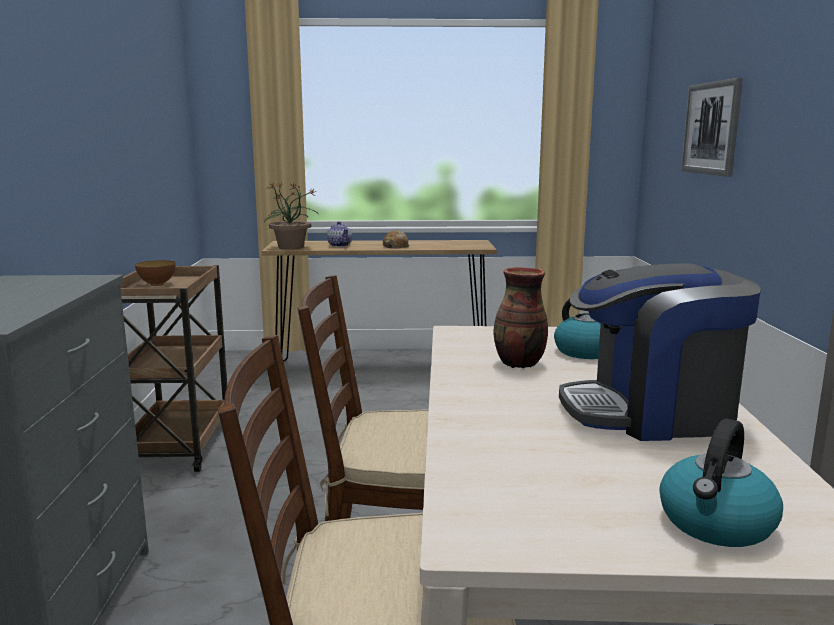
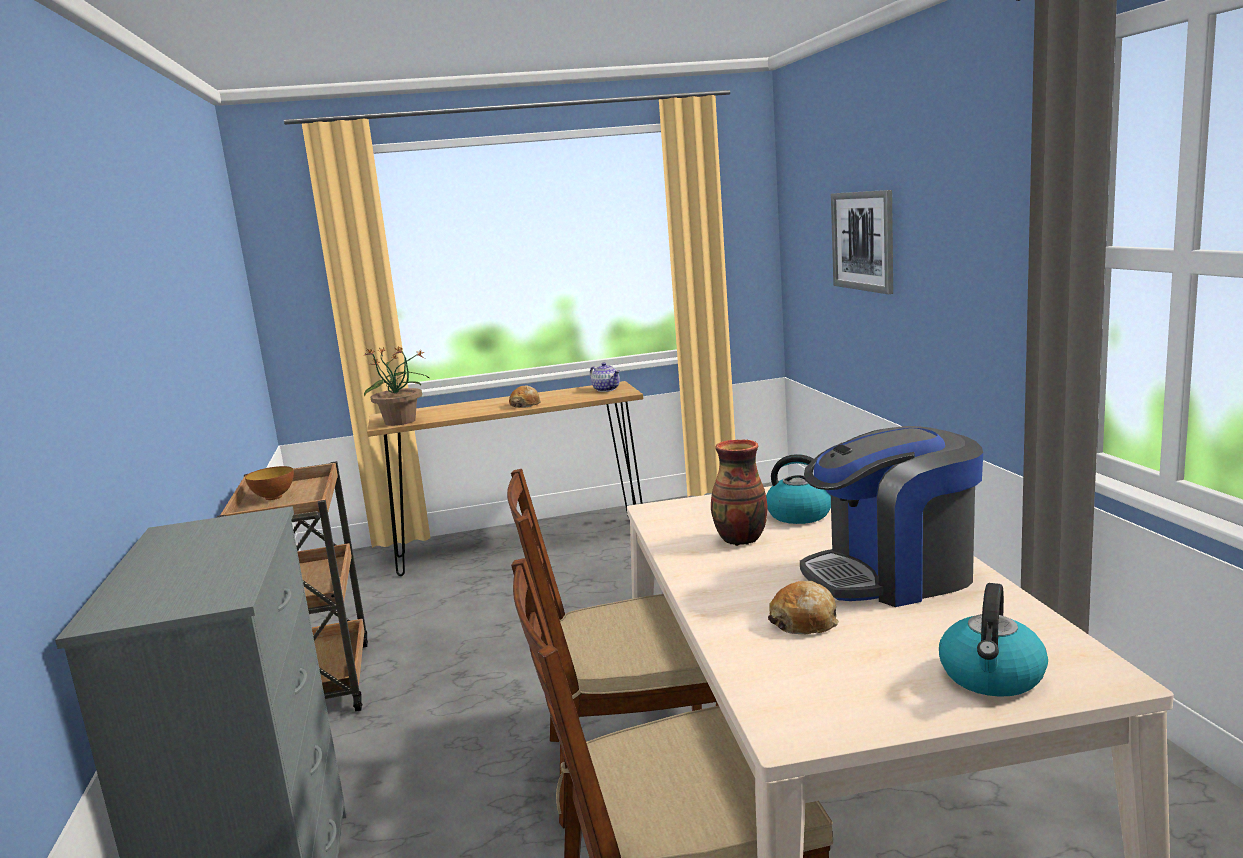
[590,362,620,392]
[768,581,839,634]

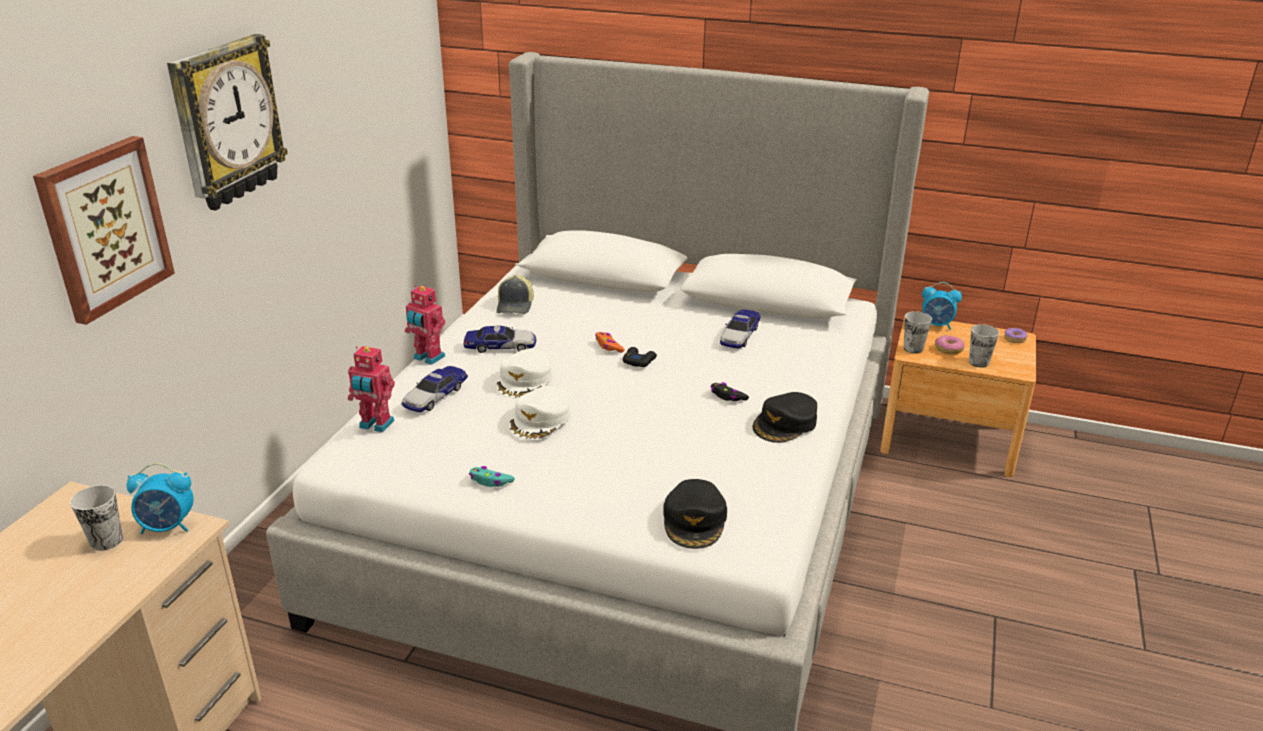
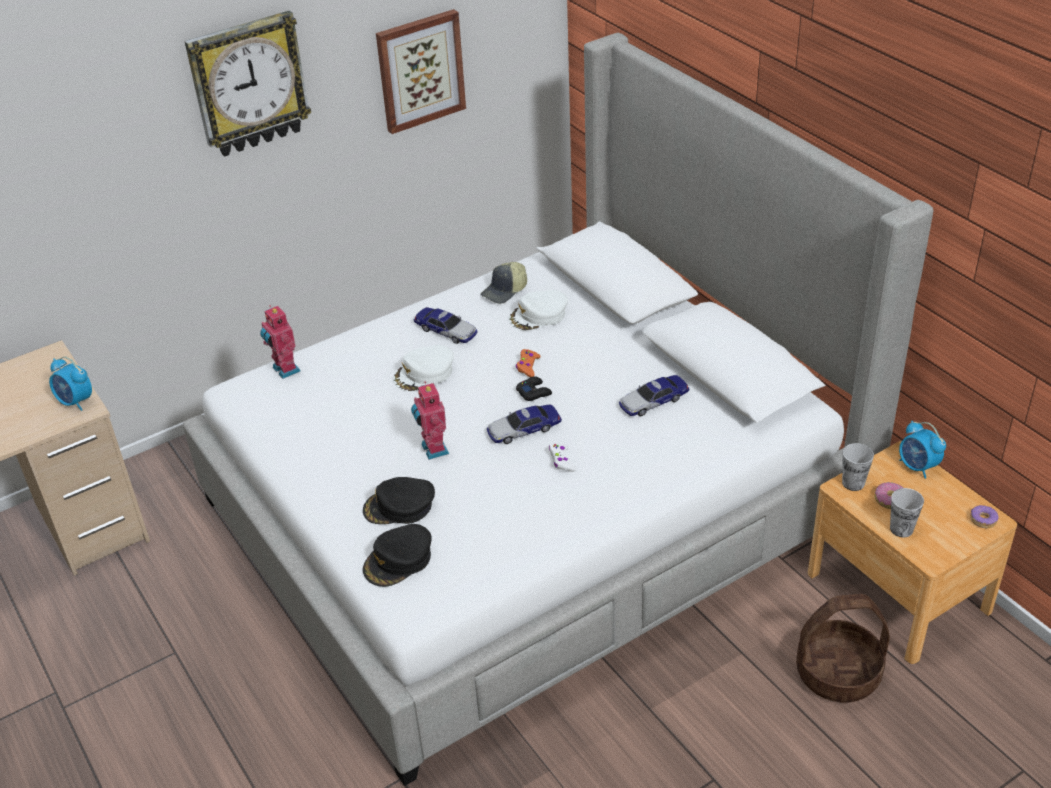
[376,9,466,134]
[411,382,449,460]
[487,404,562,444]
[549,443,577,472]
[508,290,568,331]
[363,477,435,524]
[469,466,515,487] (first image)
[70,485,123,551] (first image)
[796,594,890,703]

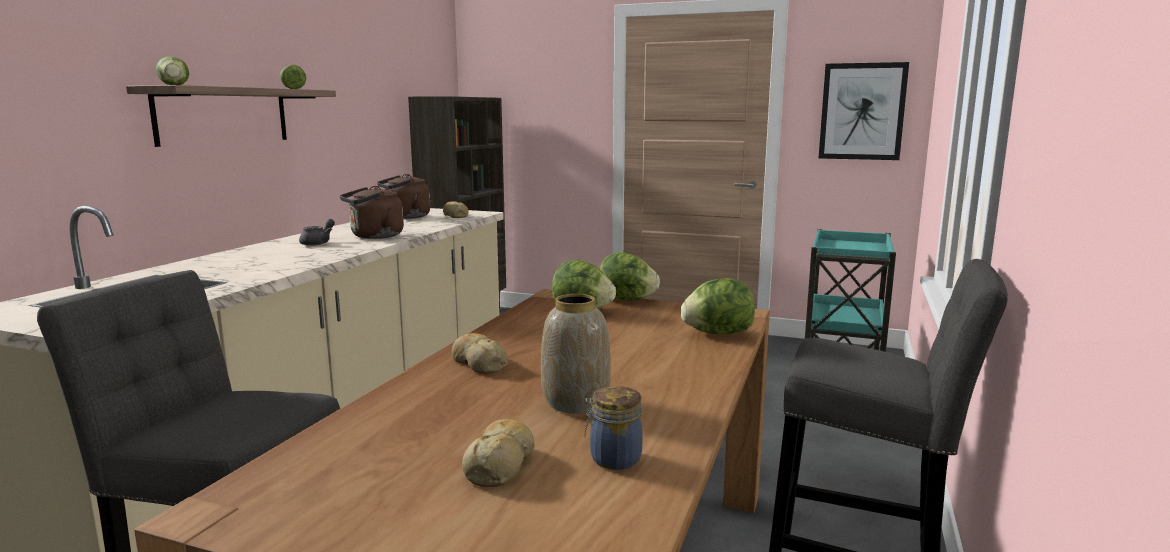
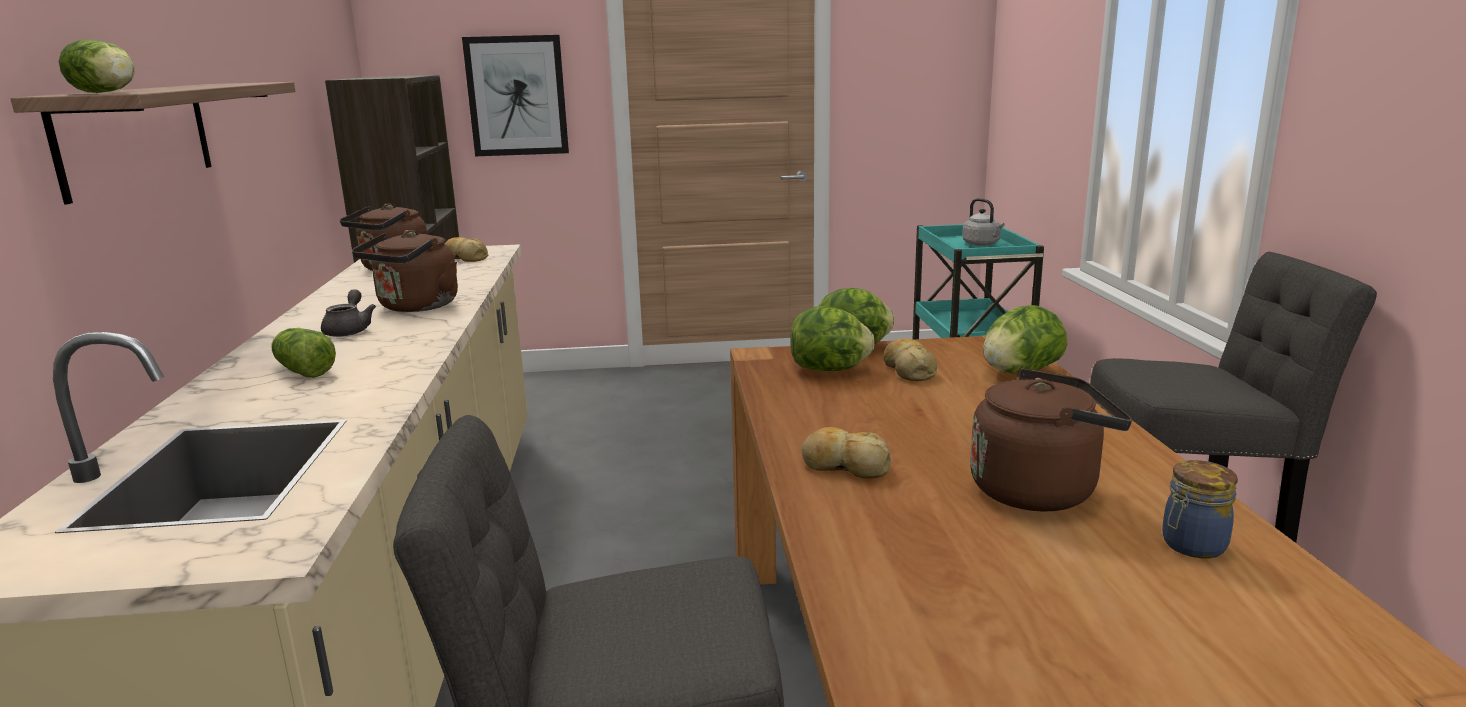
[462,35,569,156]
[271,328,336,378]
[970,368,1132,511]
[883,339,937,381]
[962,198,1005,246]

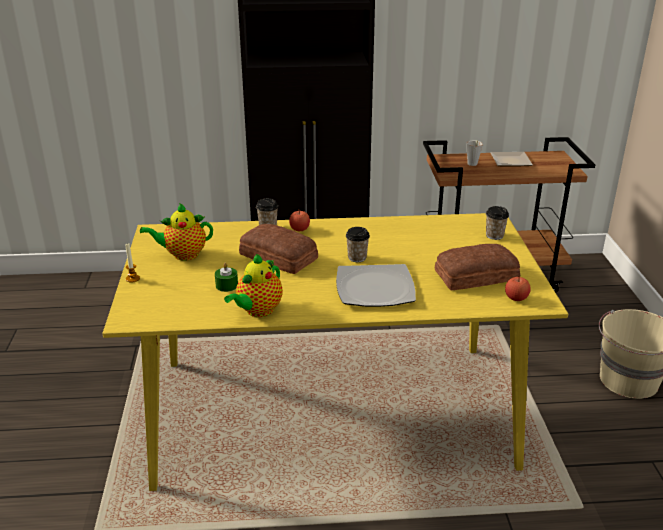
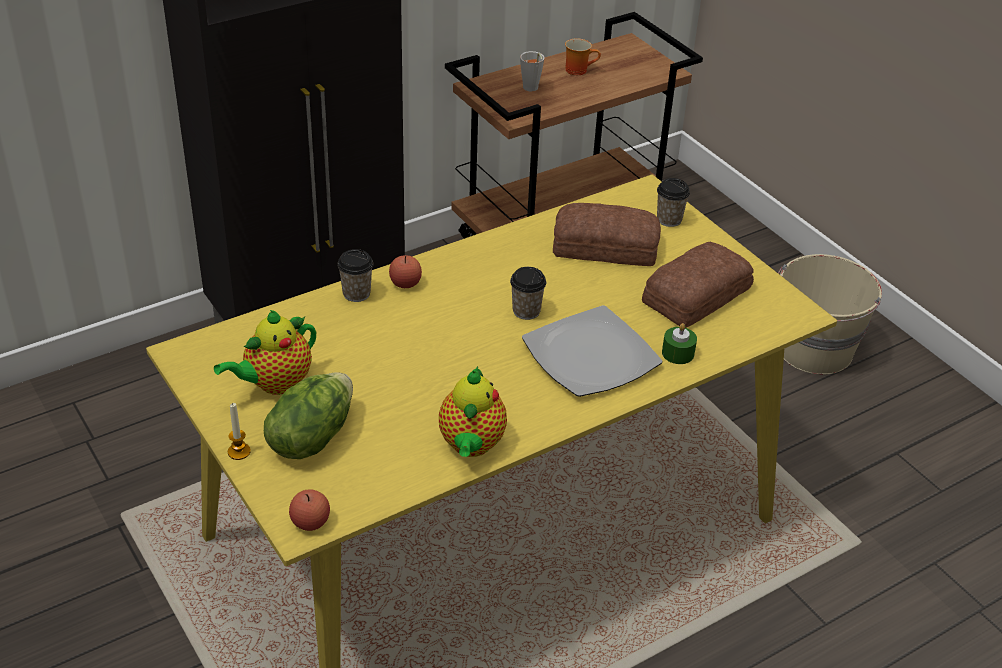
[565,38,601,75]
[553,203,661,266]
[662,323,697,364]
[289,489,330,531]
[264,372,353,459]

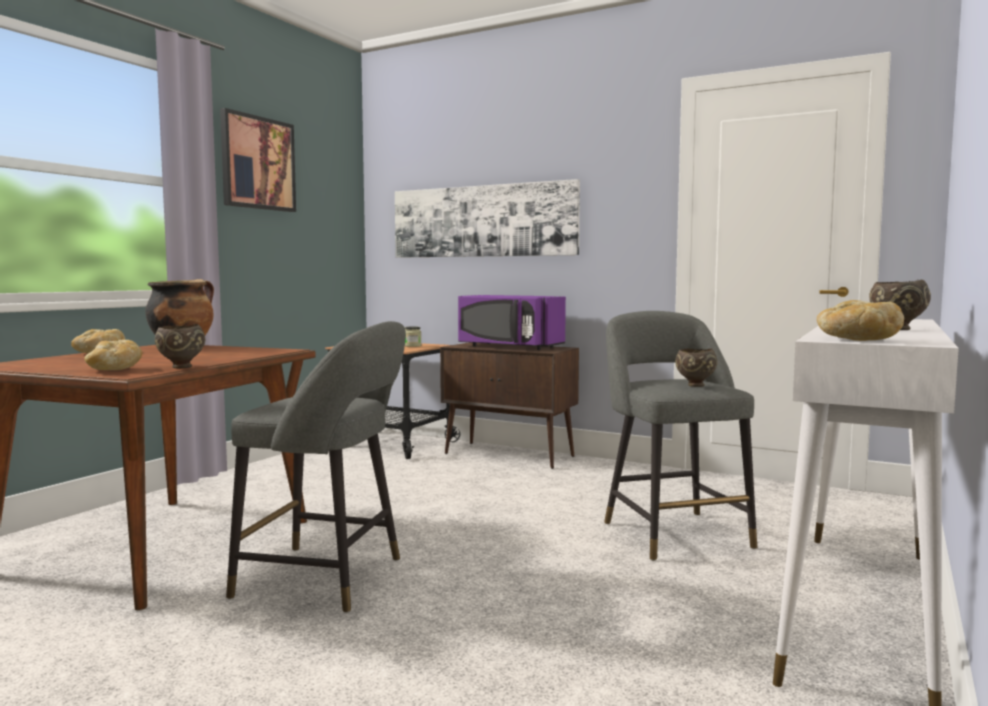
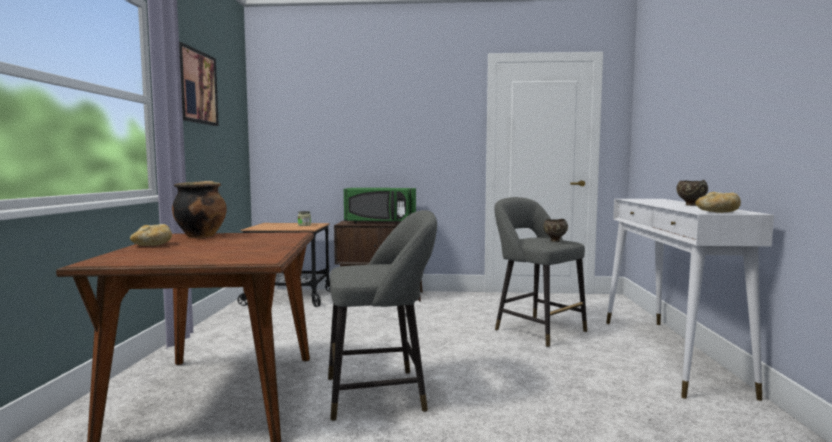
[395,179,580,258] (first image)
[344,188,416,223]
[155,324,205,368] (first image)
[84,339,142,370] (first image)

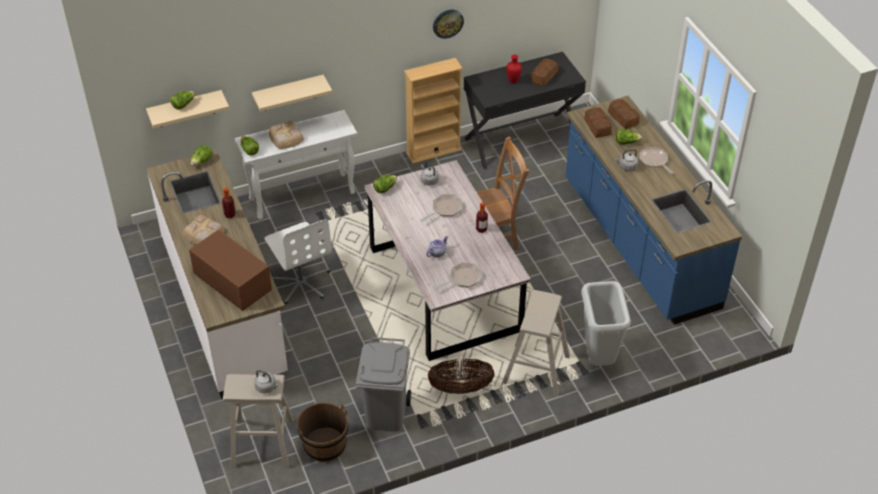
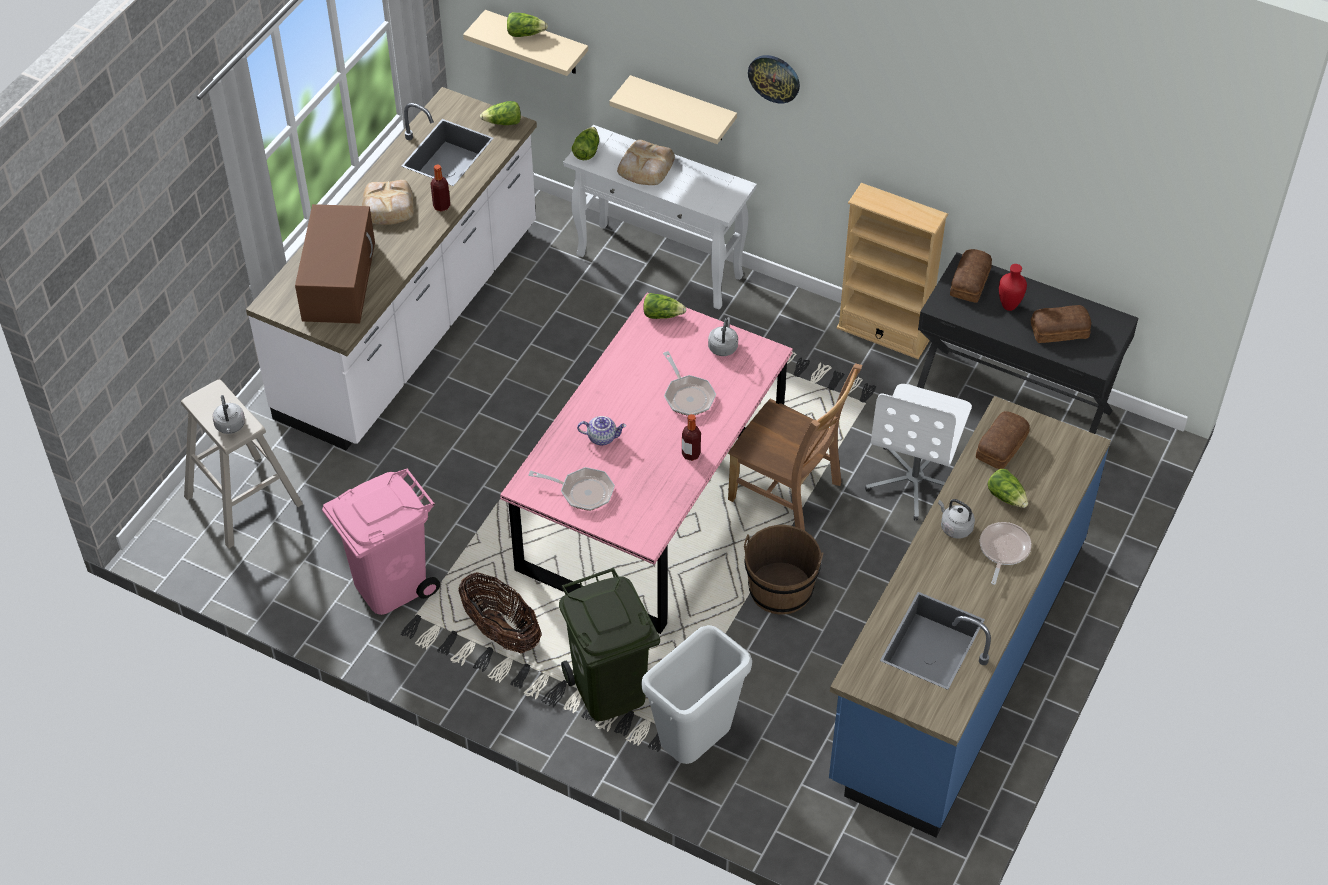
[748,55,800,103]
[950,249,992,302]
[500,293,793,634]
[663,351,716,416]
[865,384,972,520]
[559,568,660,721]
[322,469,440,615]
[744,525,823,615]

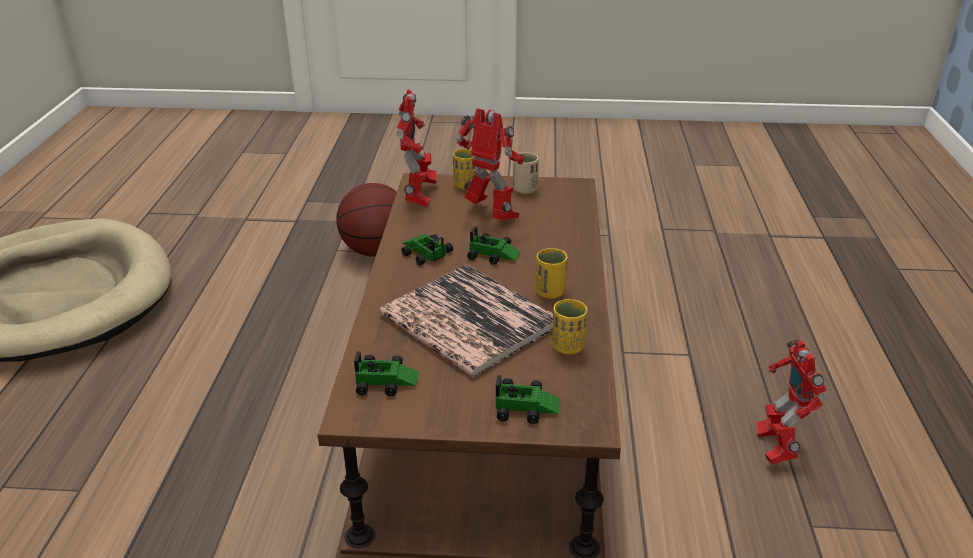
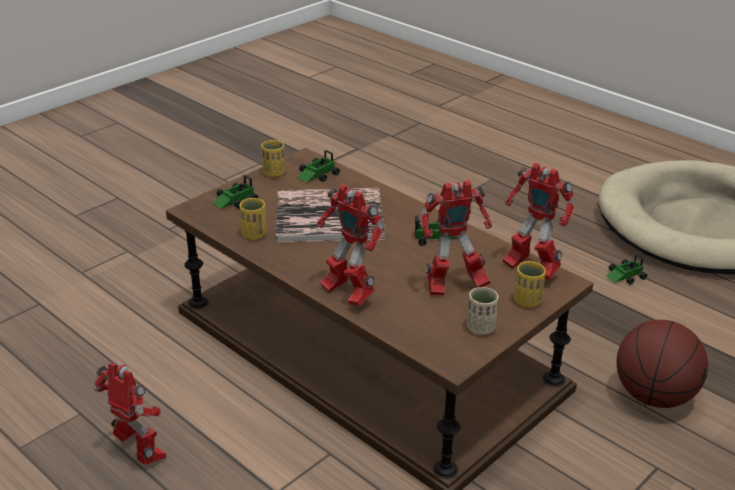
[606,254,647,285]
[261,140,285,177]
[317,184,384,306]

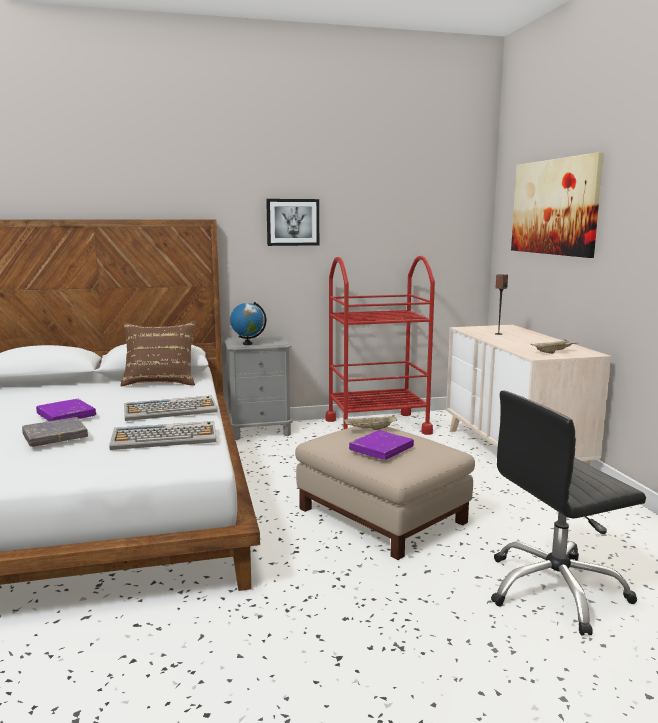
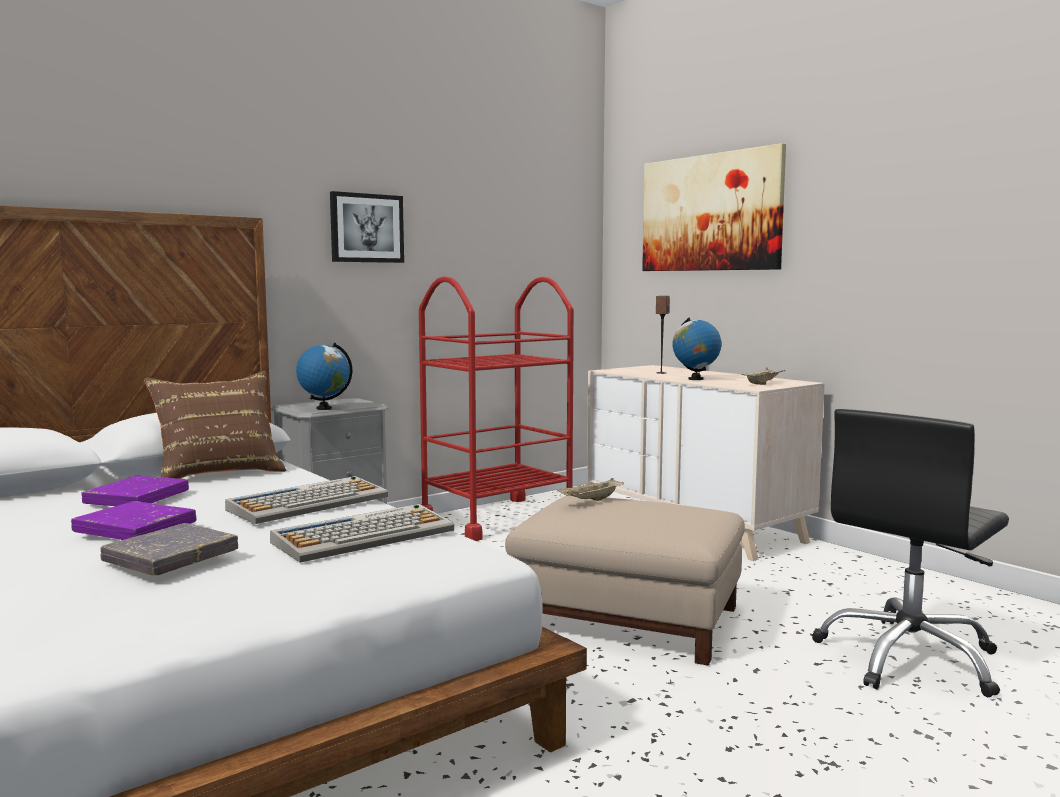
[81,476,189,506]
[673,317,721,380]

